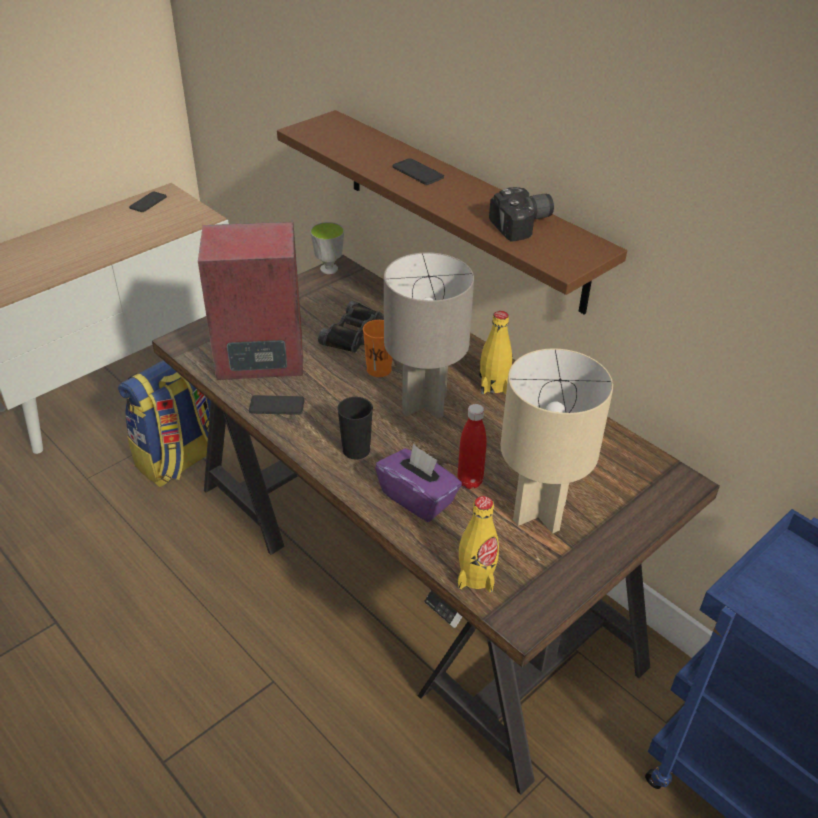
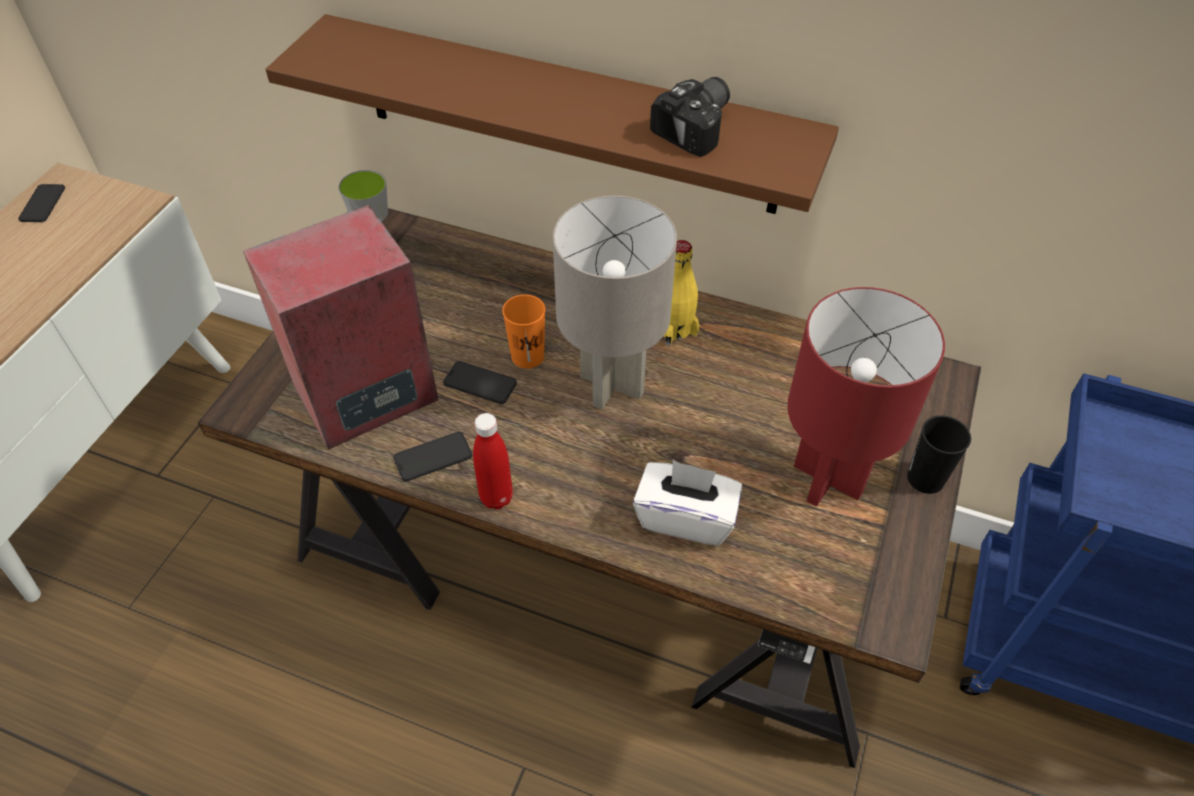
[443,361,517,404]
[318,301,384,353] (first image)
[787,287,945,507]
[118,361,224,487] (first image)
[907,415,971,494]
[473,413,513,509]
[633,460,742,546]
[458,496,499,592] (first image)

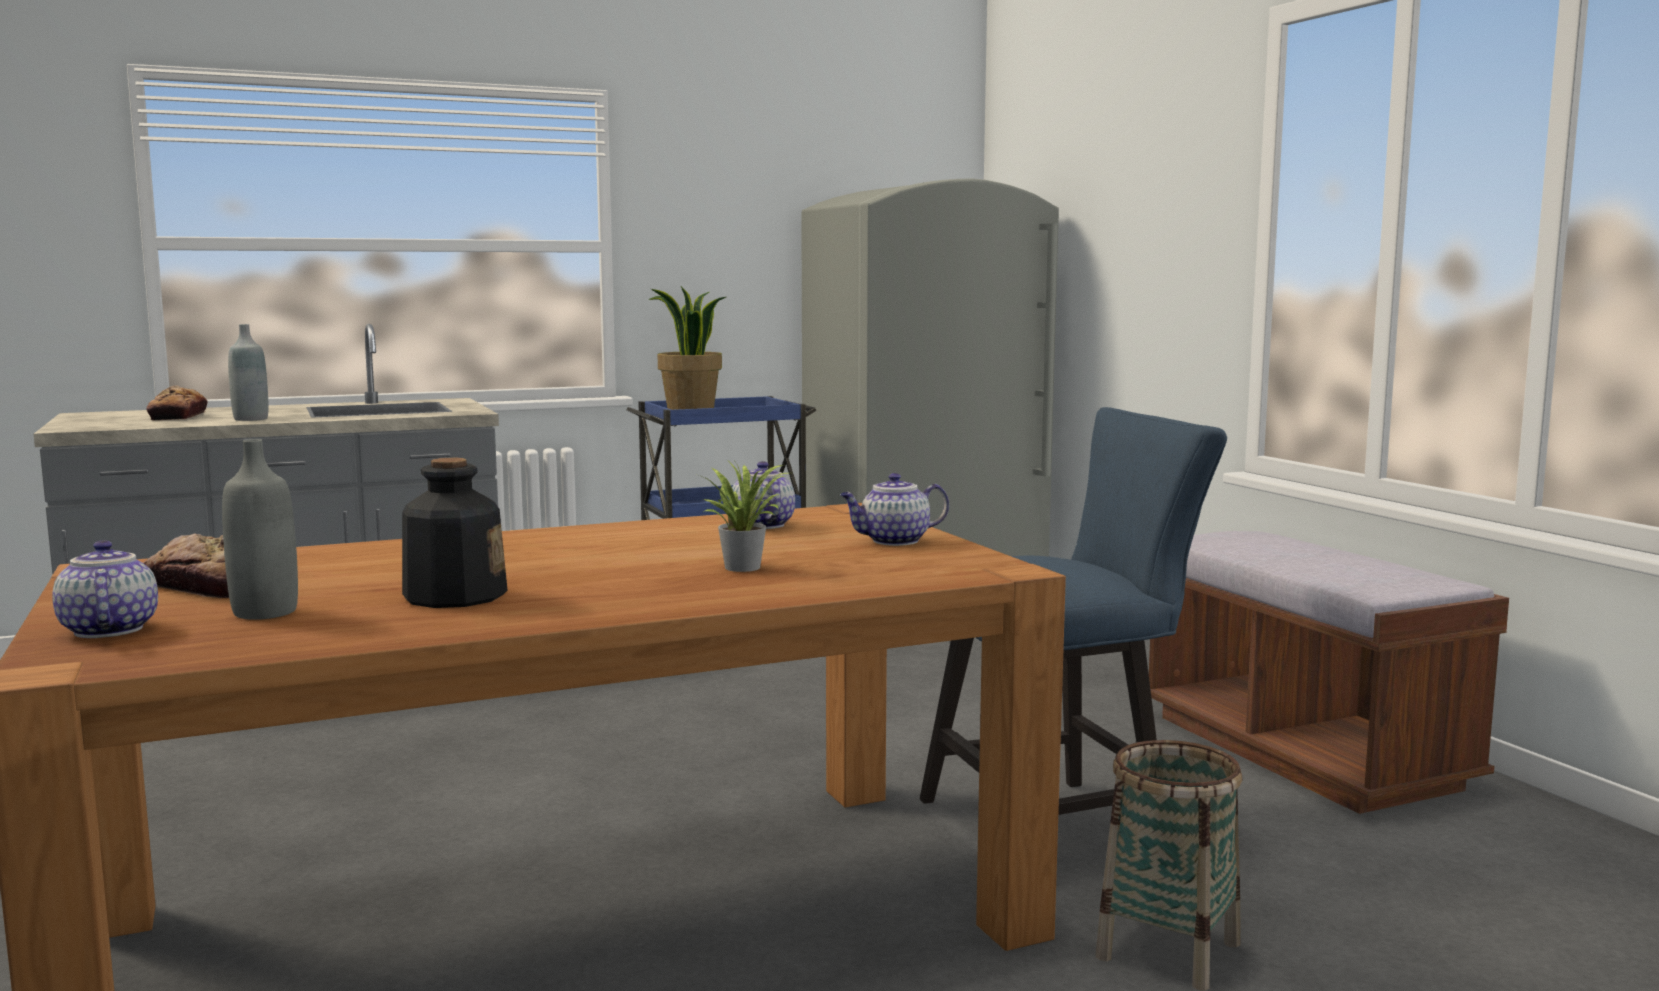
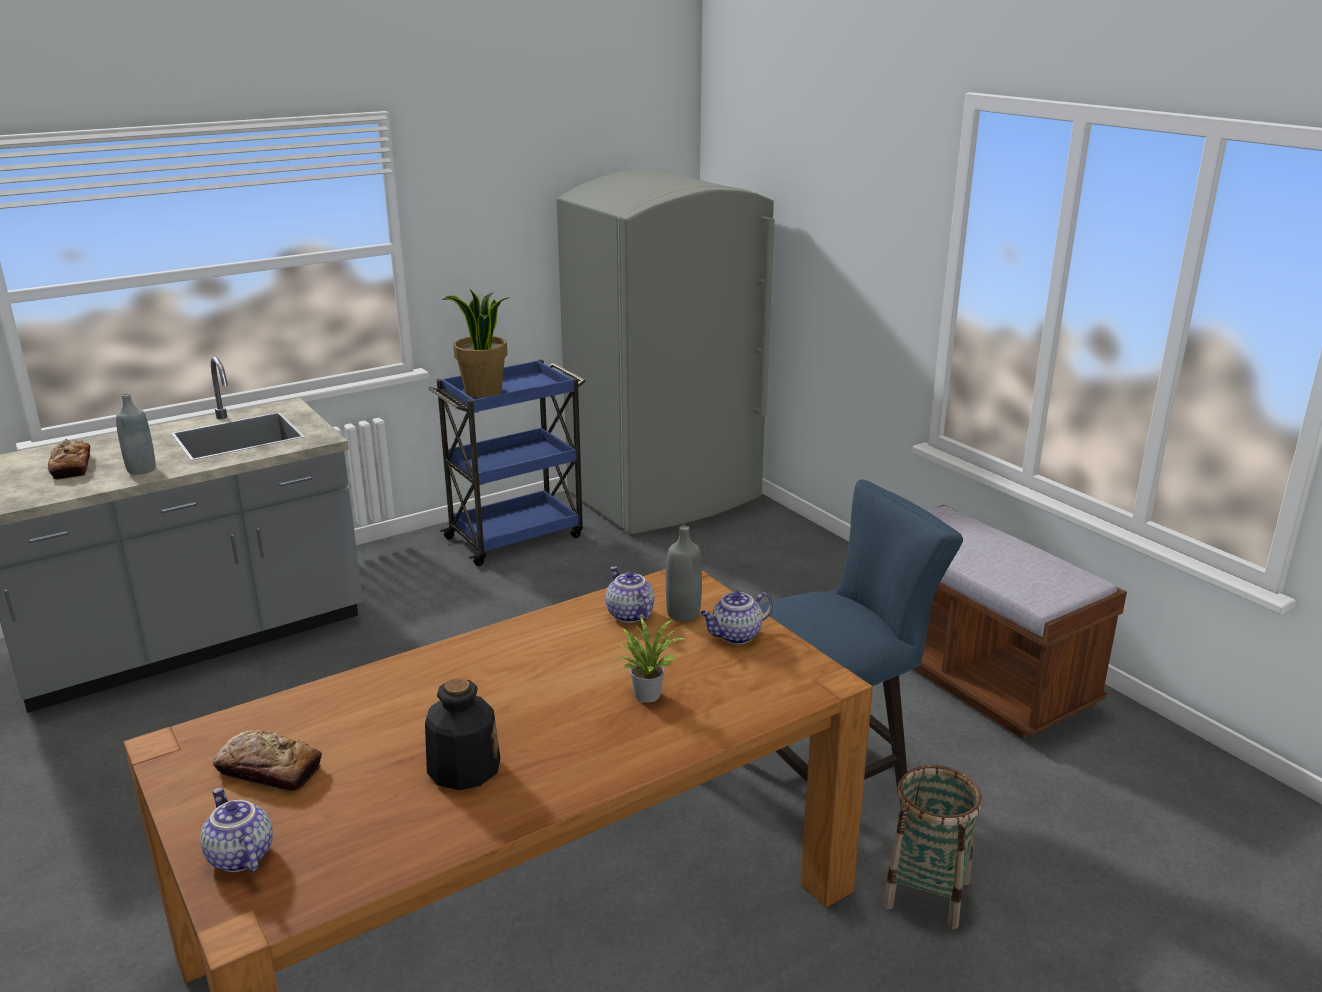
[666,526,702,621]

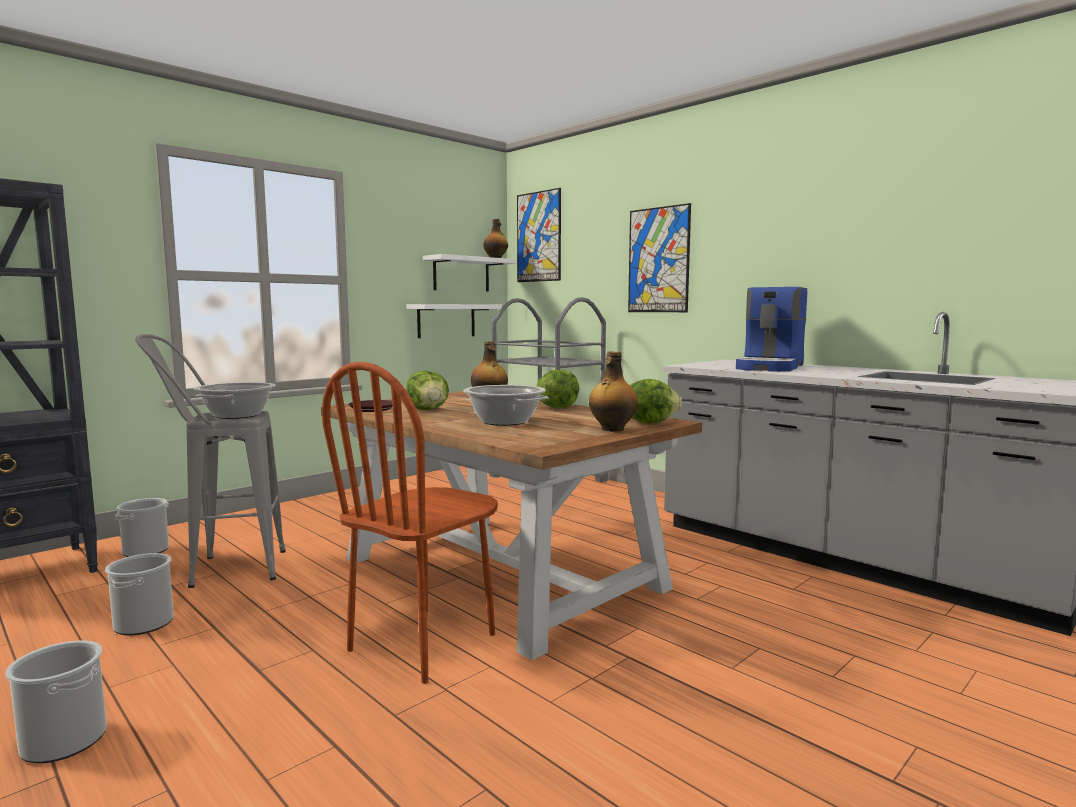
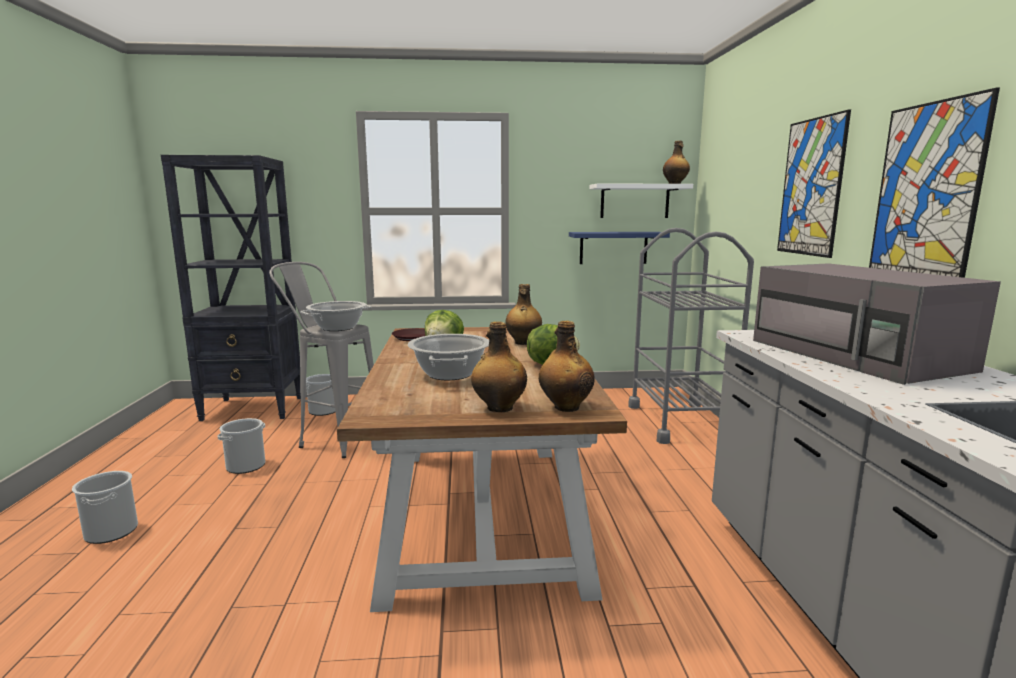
[869,88,1000,278]
[753,263,1001,385]
[569,232,670,264]
[322,361,498,684] (first image)
[539,321,595,412]

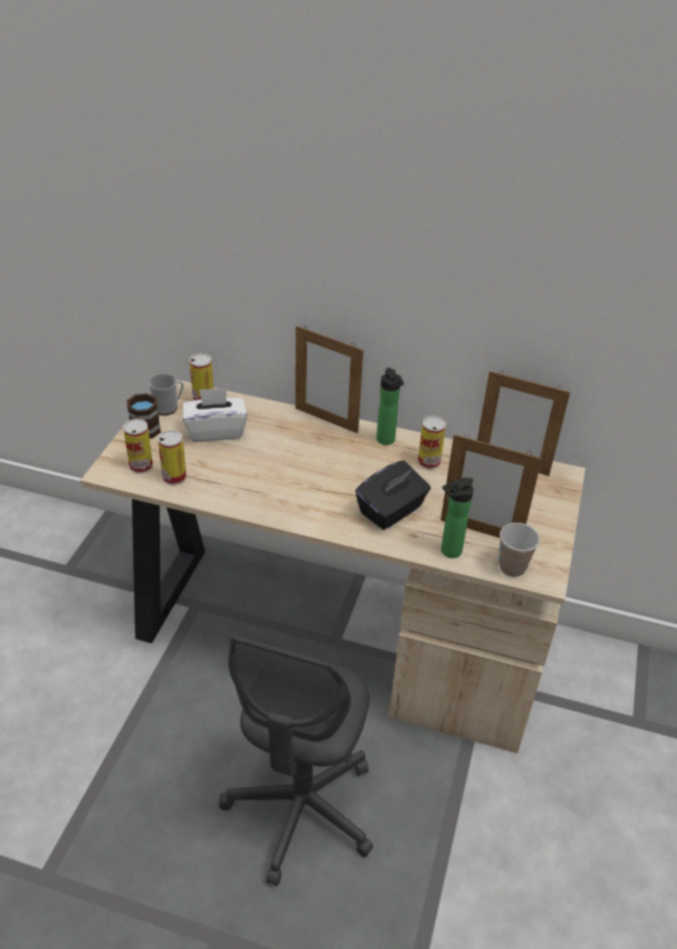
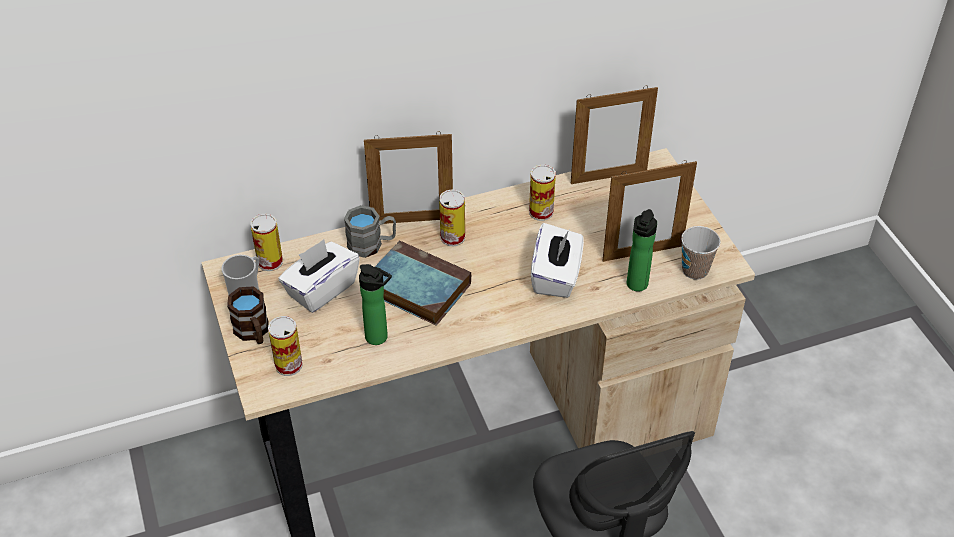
[359,264,392,345]
[439,190,465,246]
[531,223,584,298]
[344,205,396,258]
[375,240,471,326]

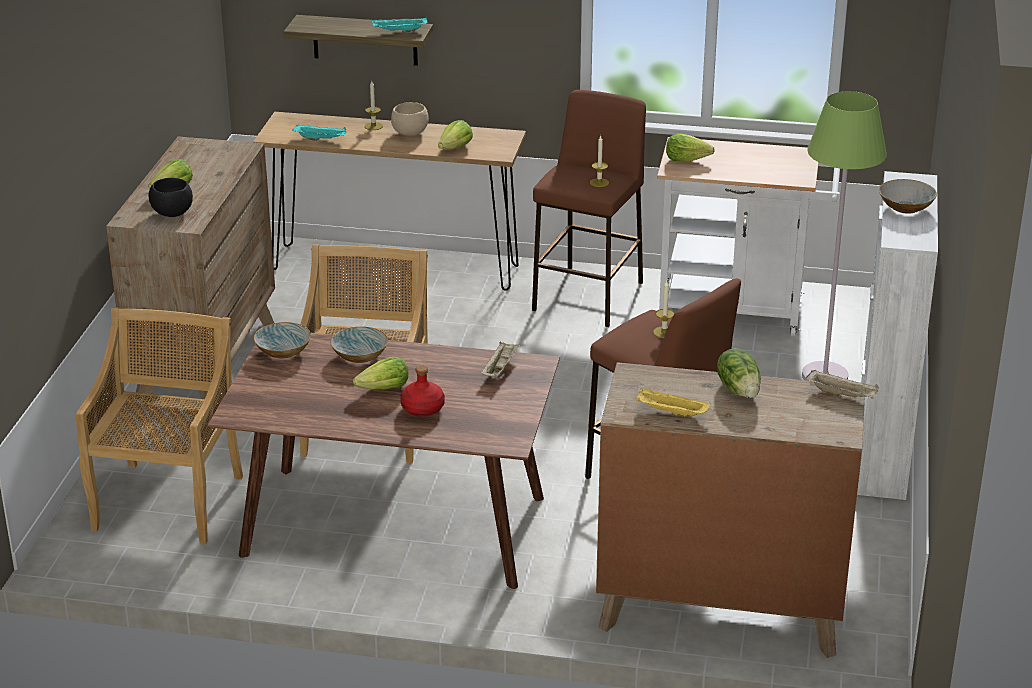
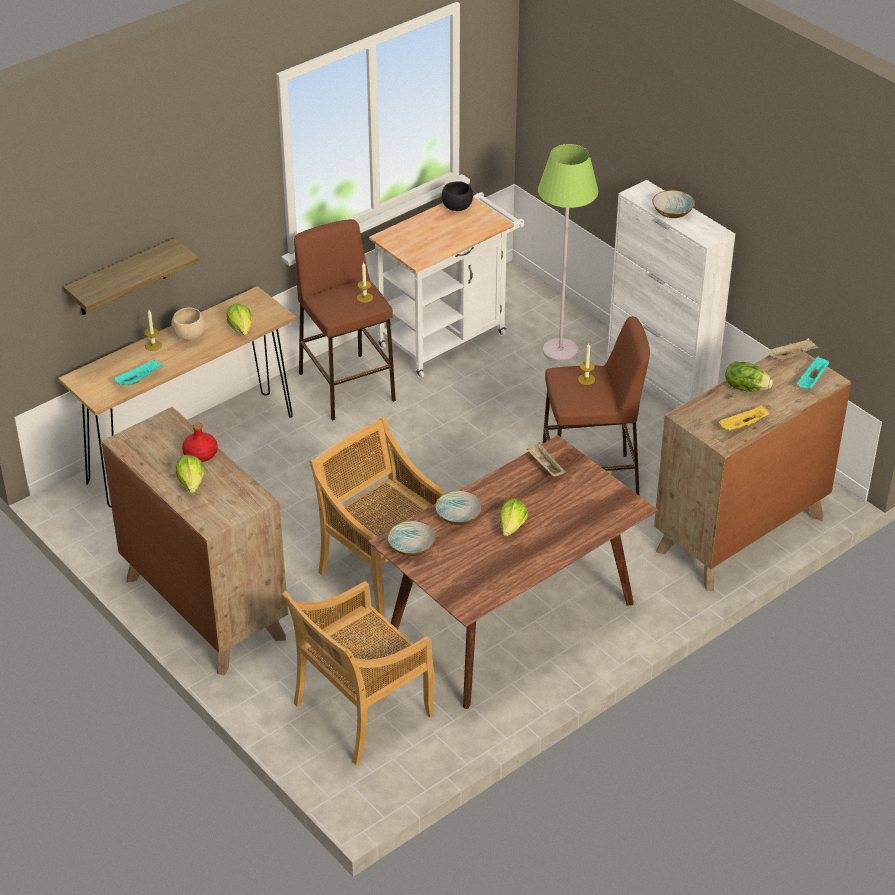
[796,356,829,389]
[666,133,715,162] (first image)
[442,181,473,211]
[282,581,434,765]
[182,423,218,462]

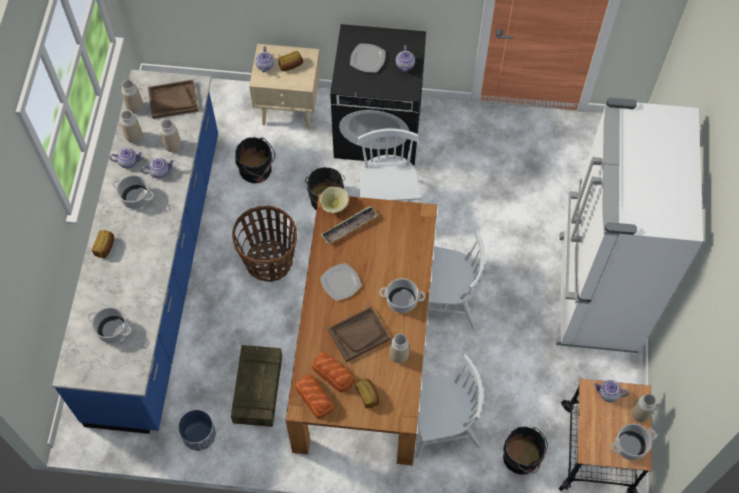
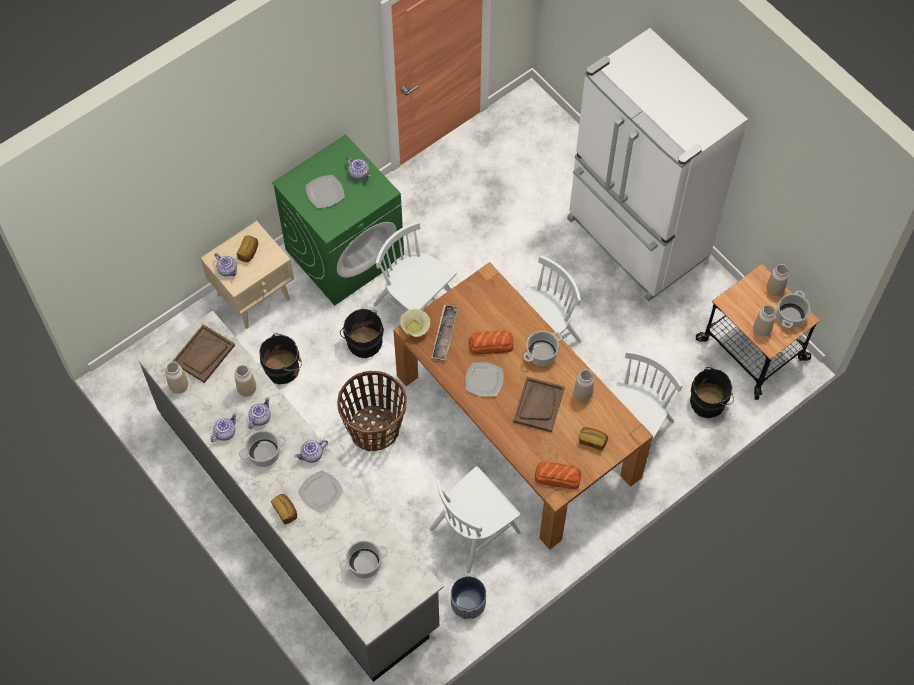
[272,134,404,305]
[138,310,444,682]
[754,305,776,336]
[429,466,521,573]
[469,330,513,355]
[294,440,328,463]
[298,470,344,513]

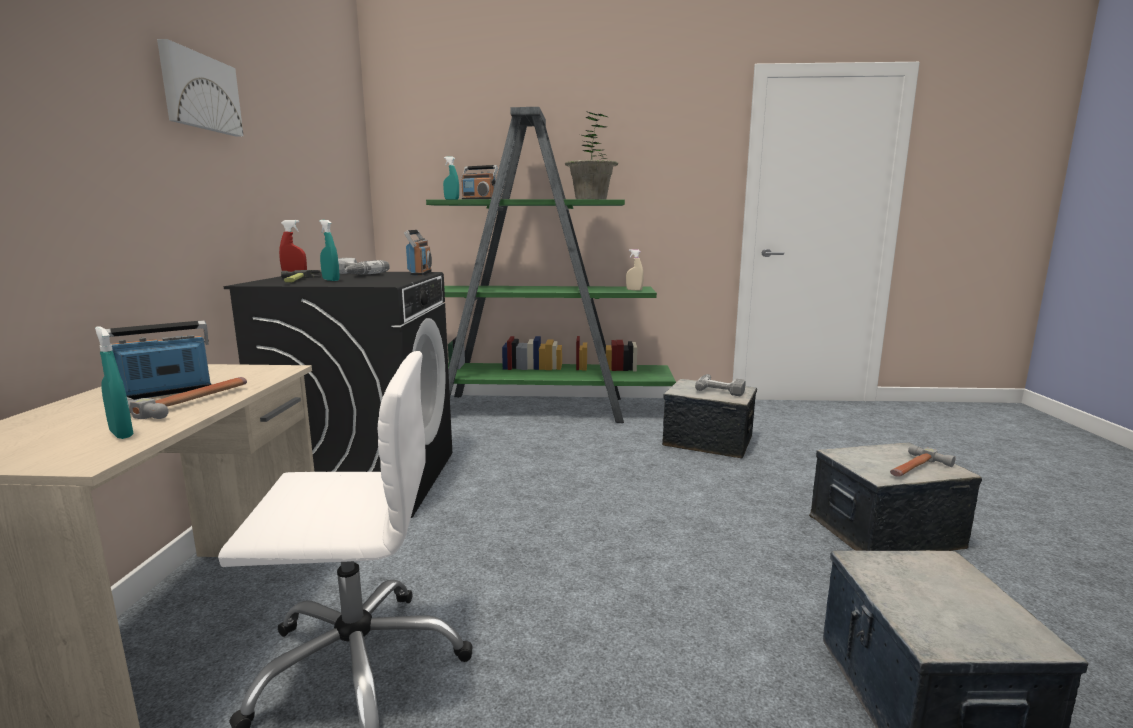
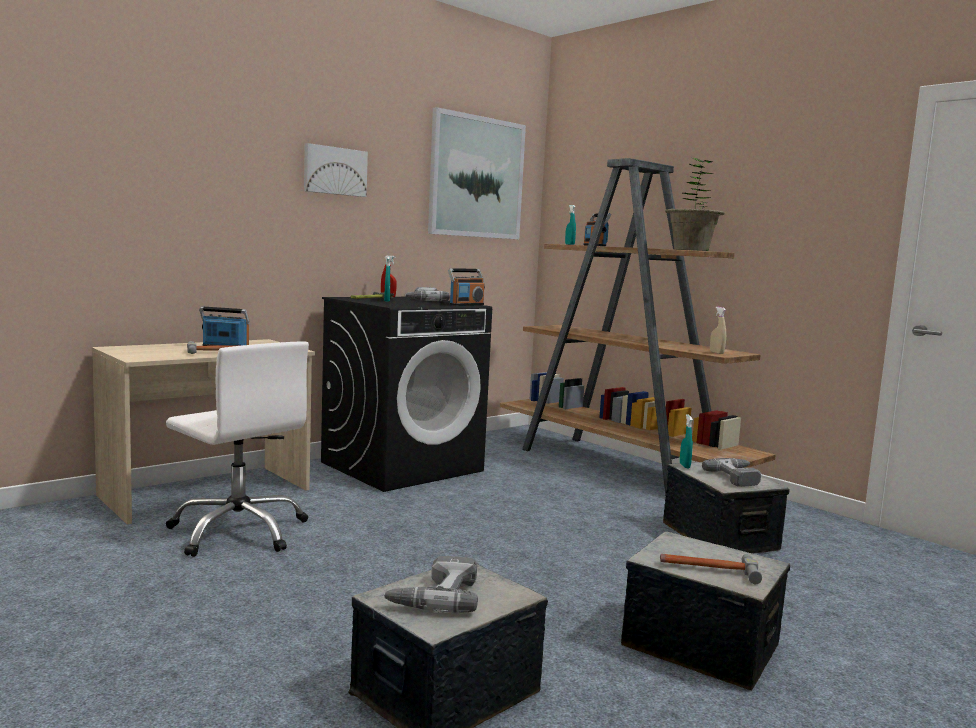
[500,158,776,496]
[680,414,693,468]
[428,107,526,239]
[383,556,478,613]

